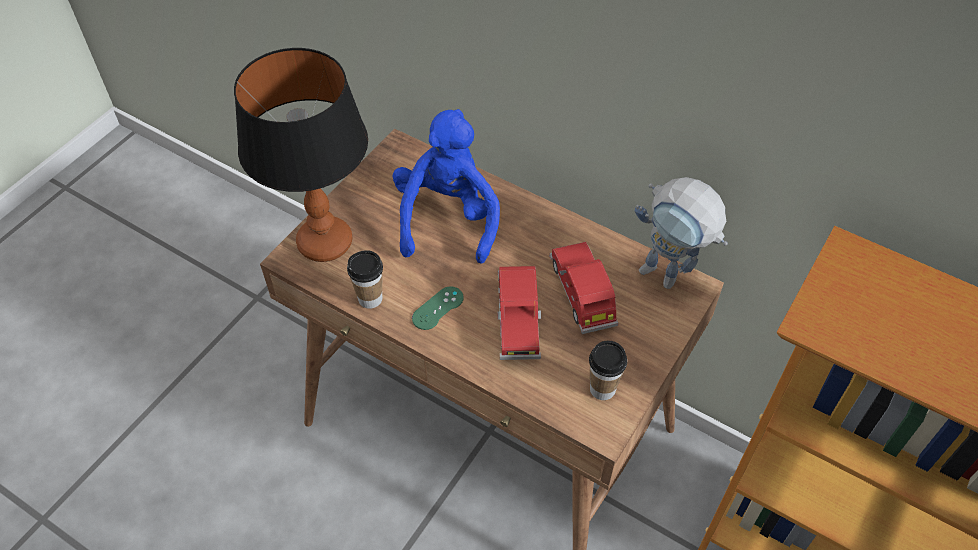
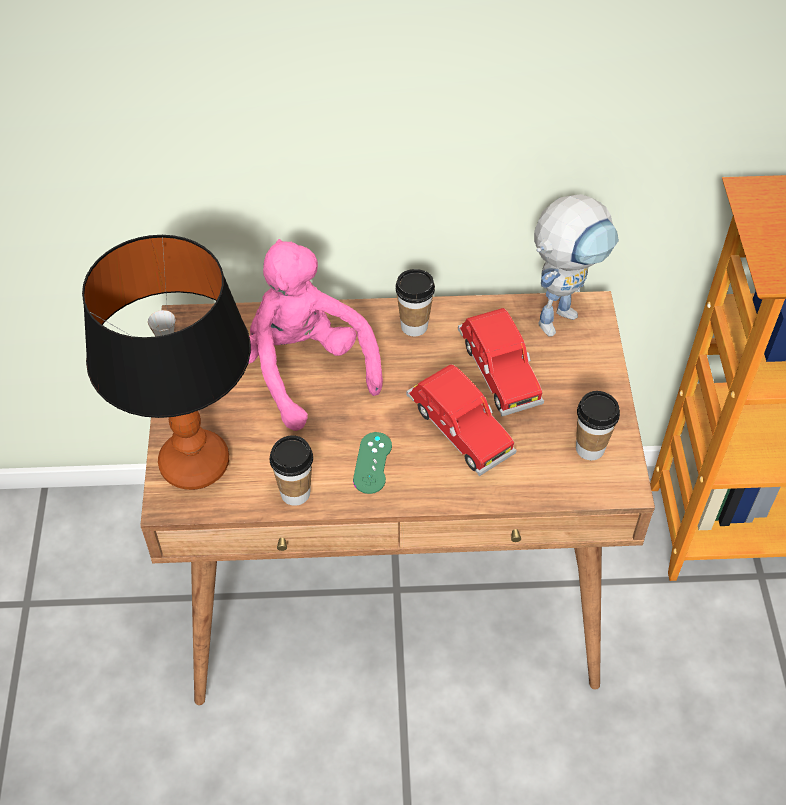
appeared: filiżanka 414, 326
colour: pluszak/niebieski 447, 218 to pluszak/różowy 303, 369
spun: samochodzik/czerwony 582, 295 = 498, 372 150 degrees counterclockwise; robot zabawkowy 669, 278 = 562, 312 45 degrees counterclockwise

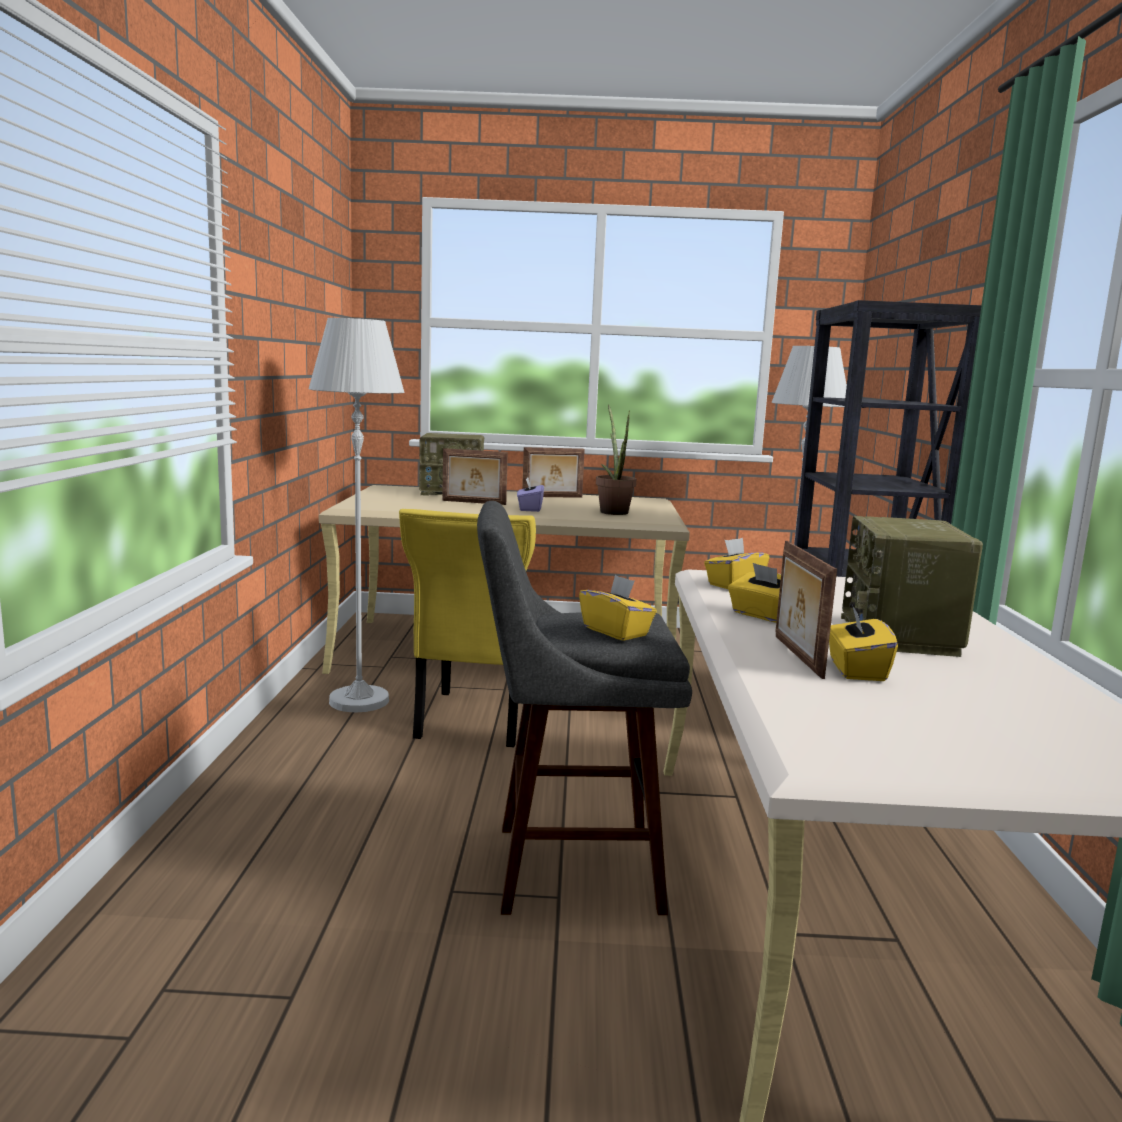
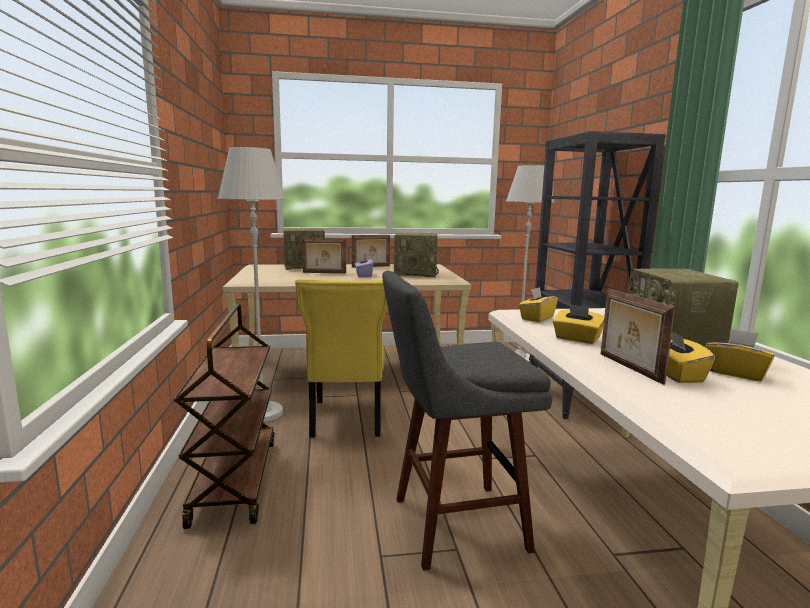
appeared: wózek/brązowy 234, 479
relocated: pudełko chusteczek/żółty 616, 631 to 736, 373
exchanged: roślina doniczkowa 612, 511 to radio 416, 274

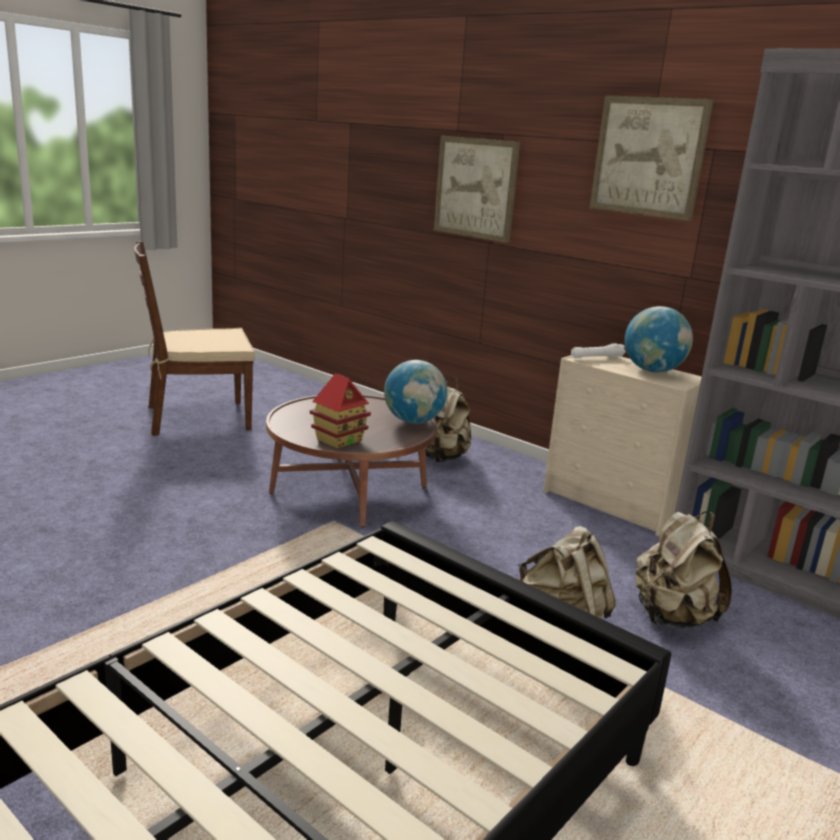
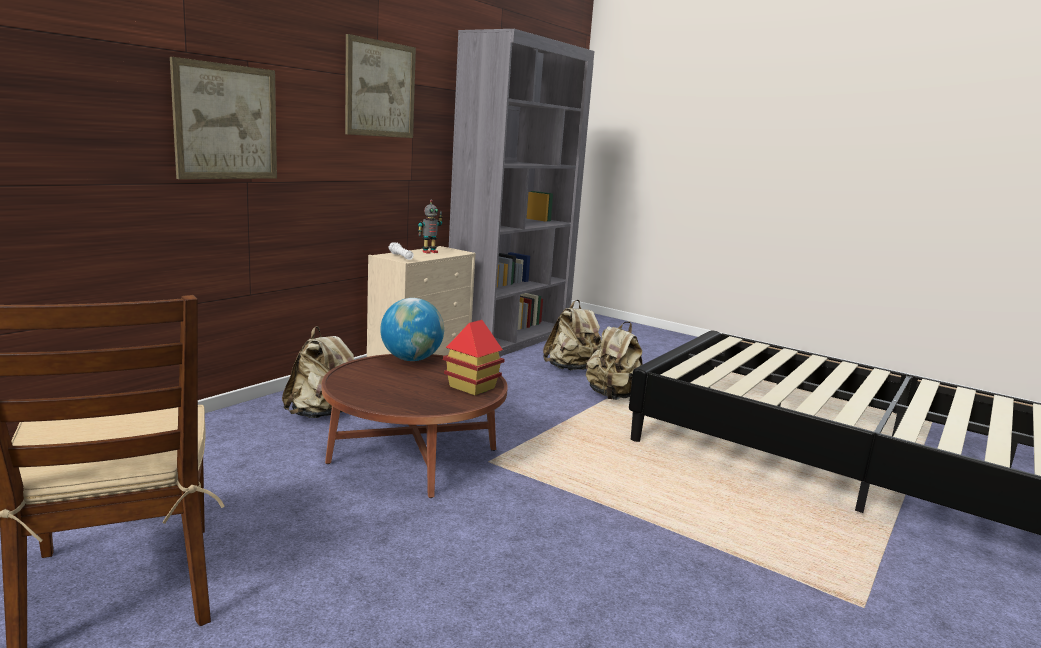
exchanged: globus 652, 371 to robot zabawkowy 429, 252

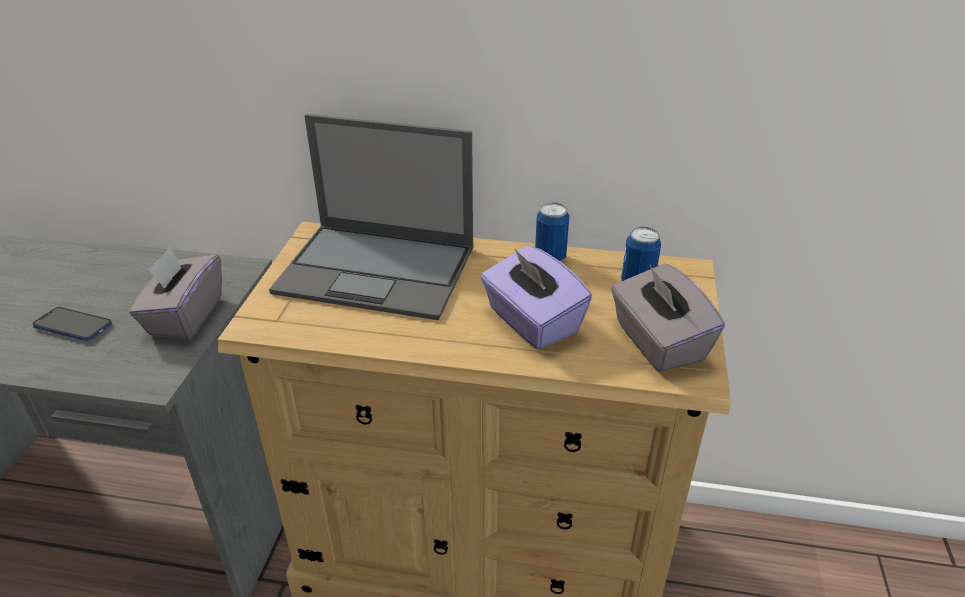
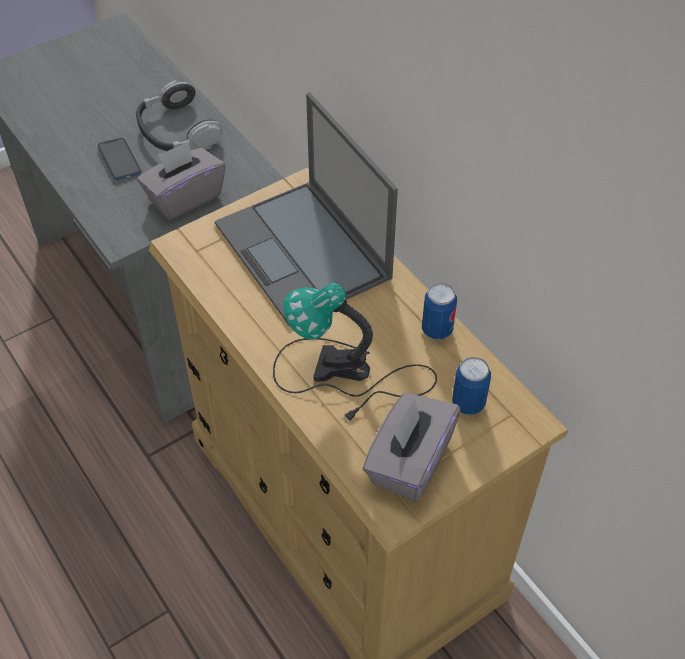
appeared: słuchawki 177, 131
exchanged: pudełko chusteczek/fioletowy 532, 322 to lampa stołowa 347, 375

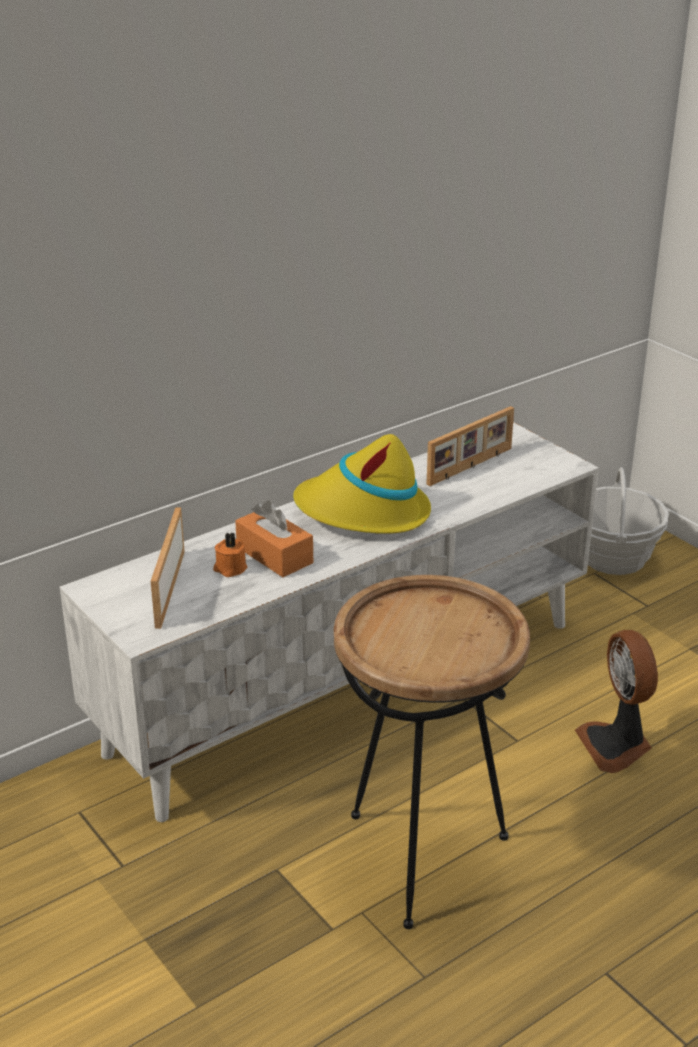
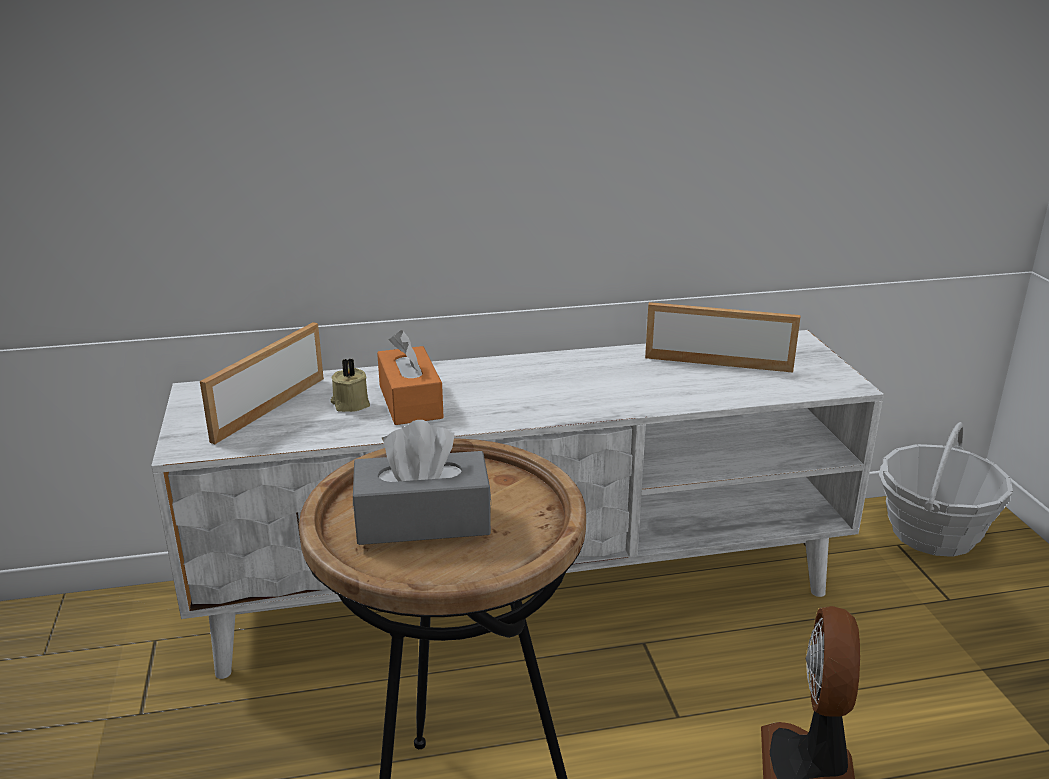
missing: kapelusz/żółty 363, 512
appeared: pudełko chusteczek/szary 423, 520
colour: świeca/pomarańczowy 230, 569 to świeca/beżowy 350, 404
spun: ramka na zdjęcie 471, 466 = 718, 363 150 degrees counterclockwise

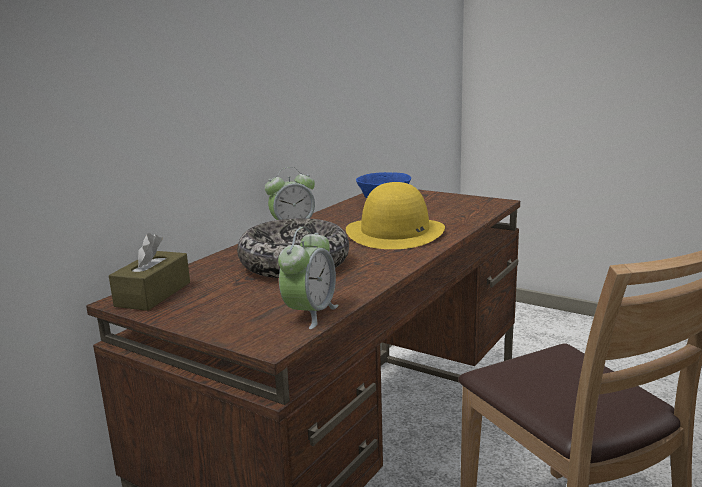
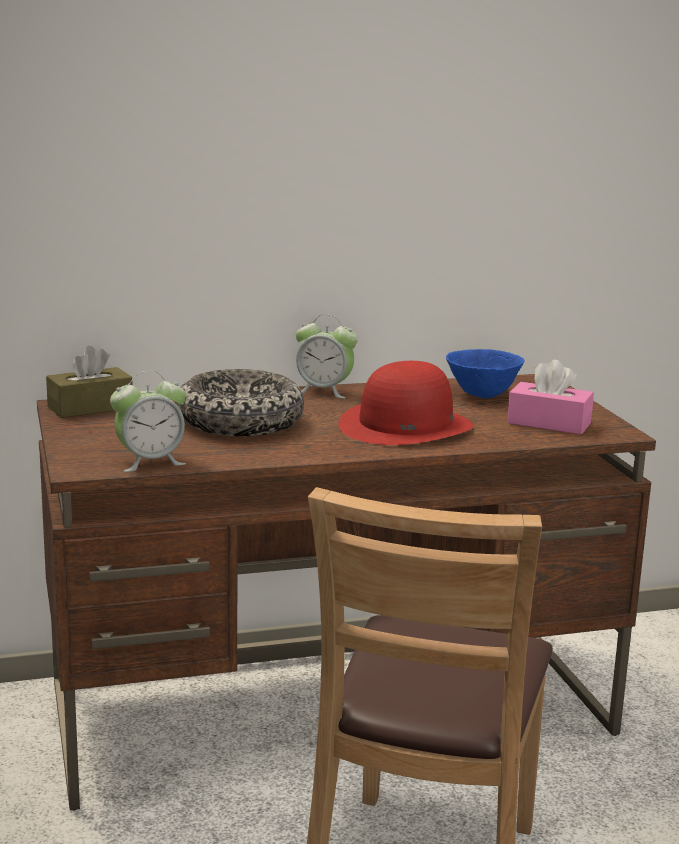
appeared: pudełko chusteczek/różowy 549, 423
colour: kapelusz/żółty 395, 232 to kapelusz/czerwony 405, 426

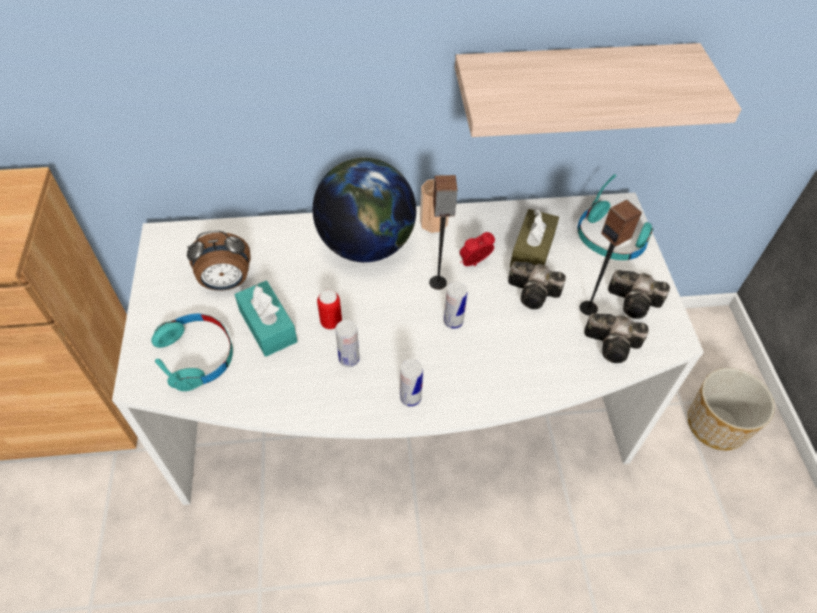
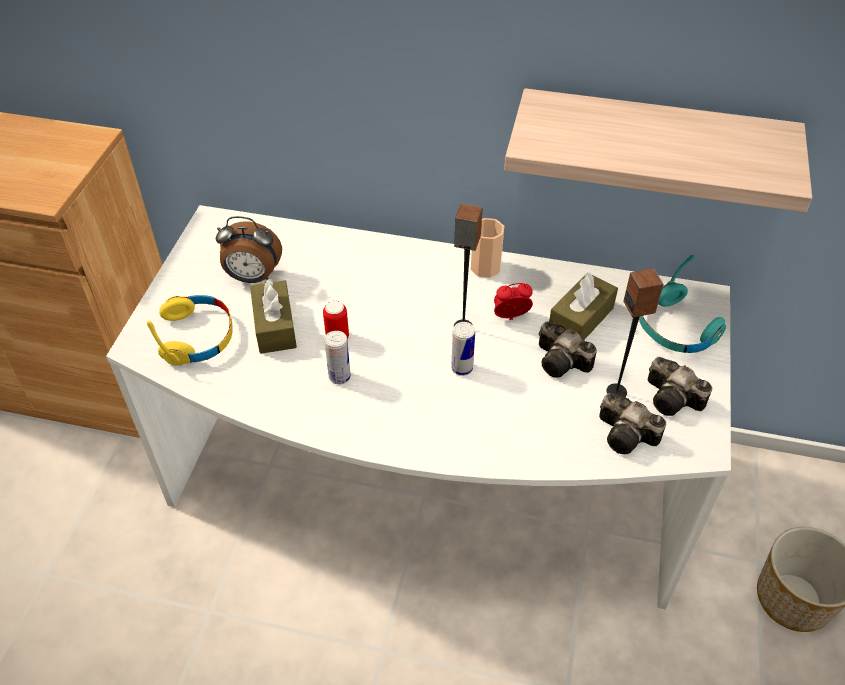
missing: globus 366, 244; puszka 410, 398
colour: słuchawki/turkusowy 197, 356 to słuchawki/żółty 197, 336; pudełko chusteczek/turkusowy 268, 326 to pudełko chusteczek/brązowy 275, 326

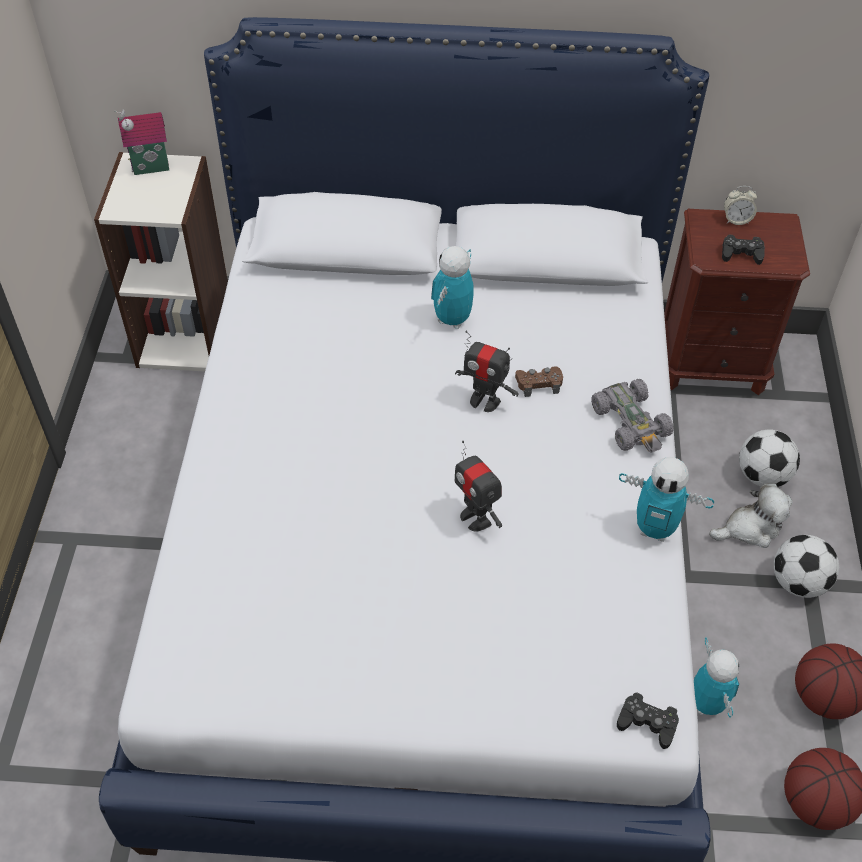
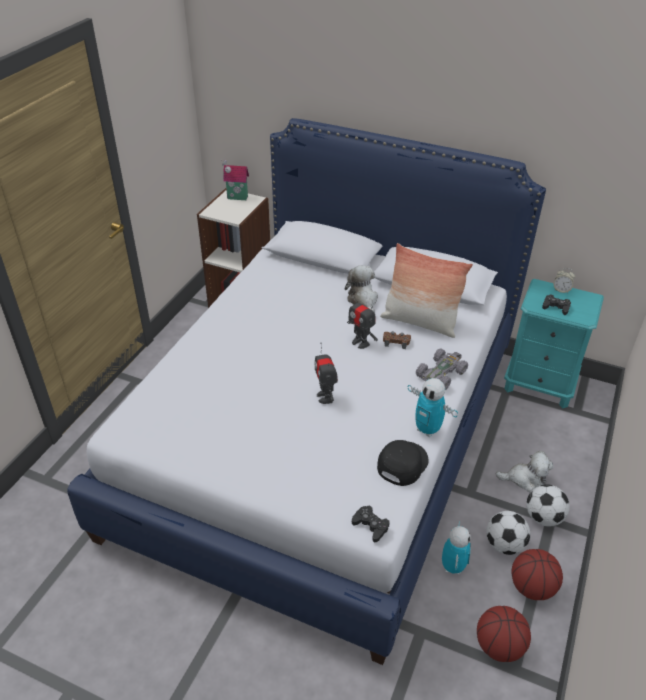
appeared: czapka z daszkiem/czarny 401, 463; poduszka 420, 322
relocated: piłka futbolowa 762, 476 to 504, 544
exchanged: robot zabawkowy 452, 319 to pluszak 363, 300
colour: szafka nocna/brązowy 711, 364 to szafka nocna/turkusowy 539, 385
spun: samochodzik/szary 631, 422 = 441, 373 135 degrees counterclockwise

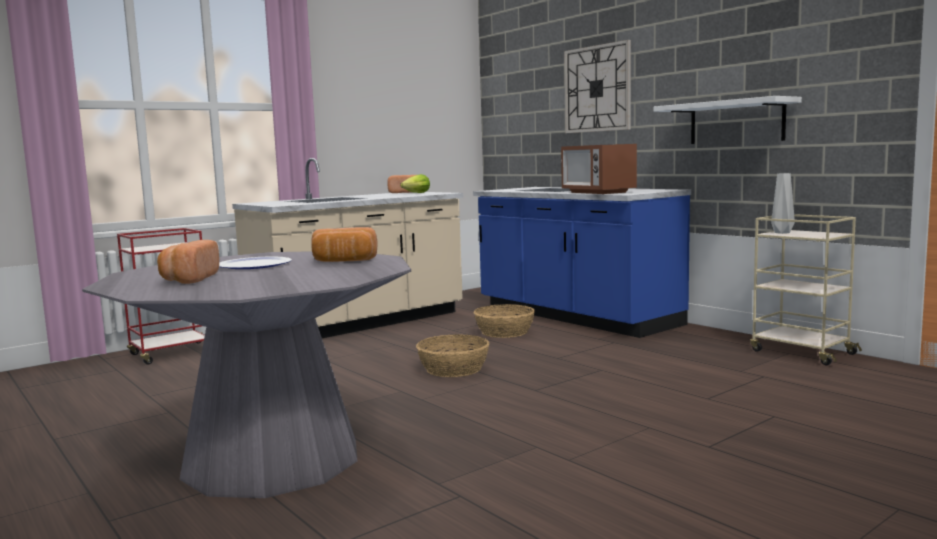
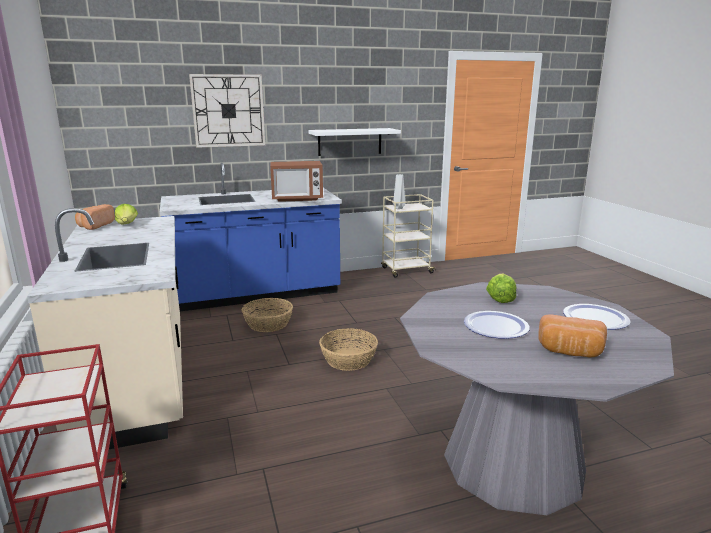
appeared: talerz 595, 318
exchanged: chleb 344, 262 to sałata 500, 298

